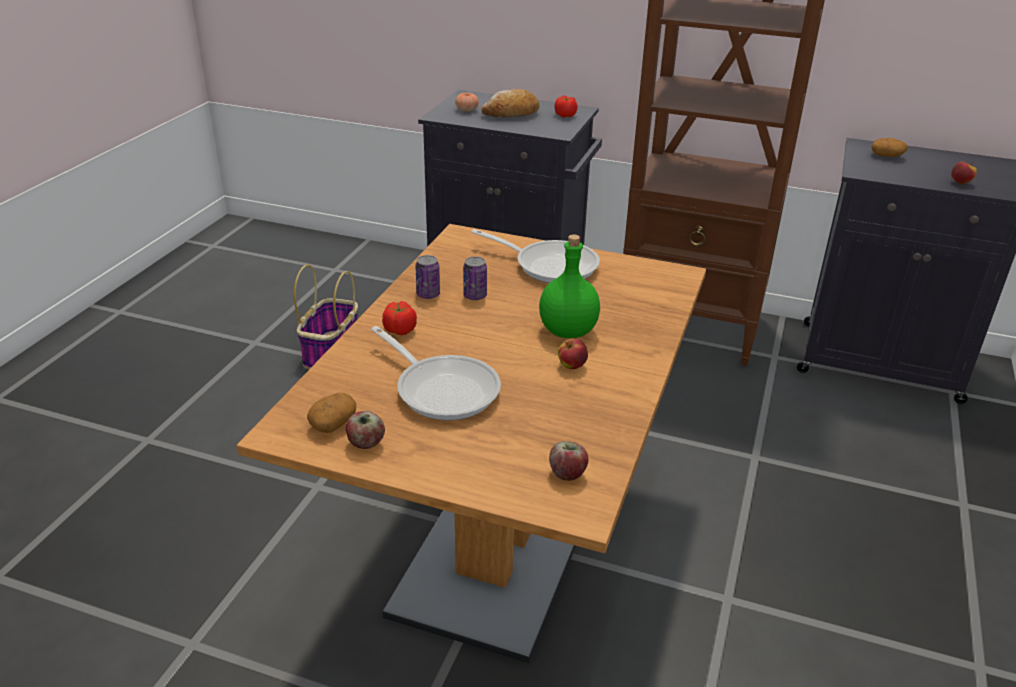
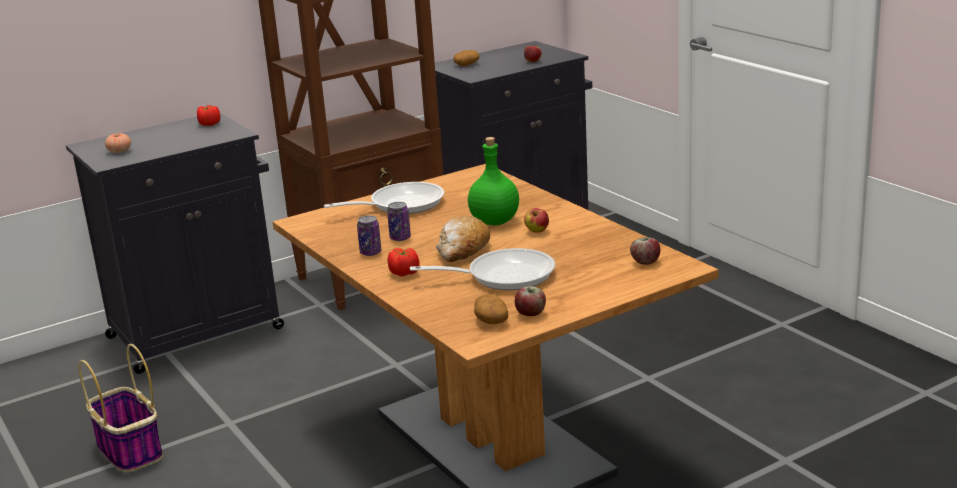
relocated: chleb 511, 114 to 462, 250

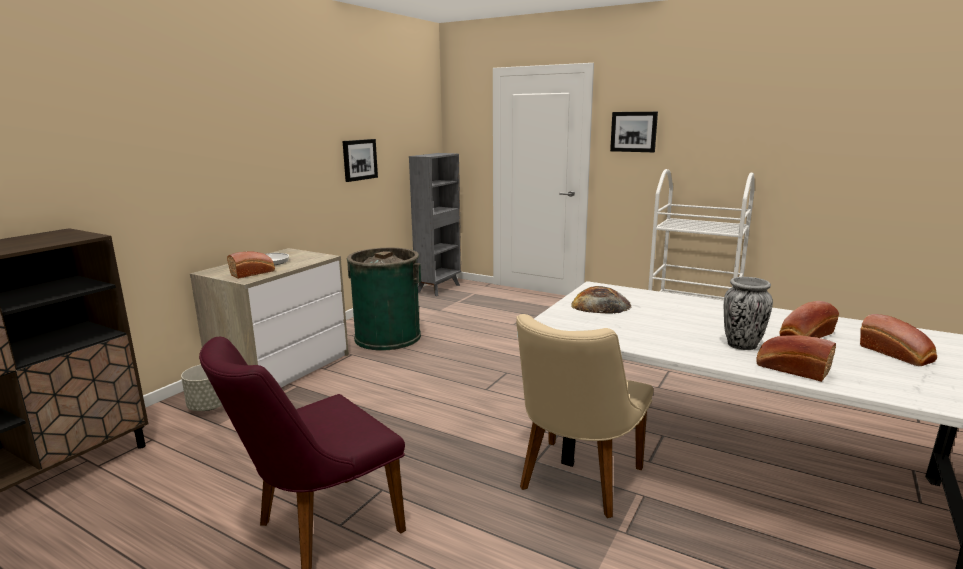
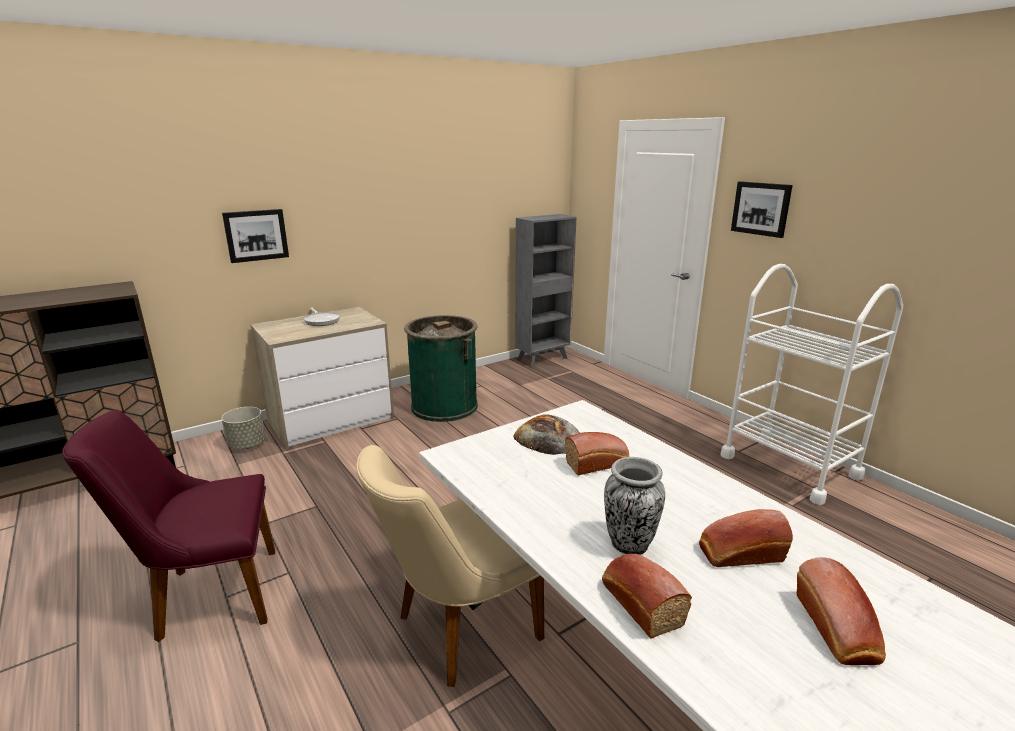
relocated: obraz 359, 159 to 256, 235; chleb 253, 273 to 598, 463

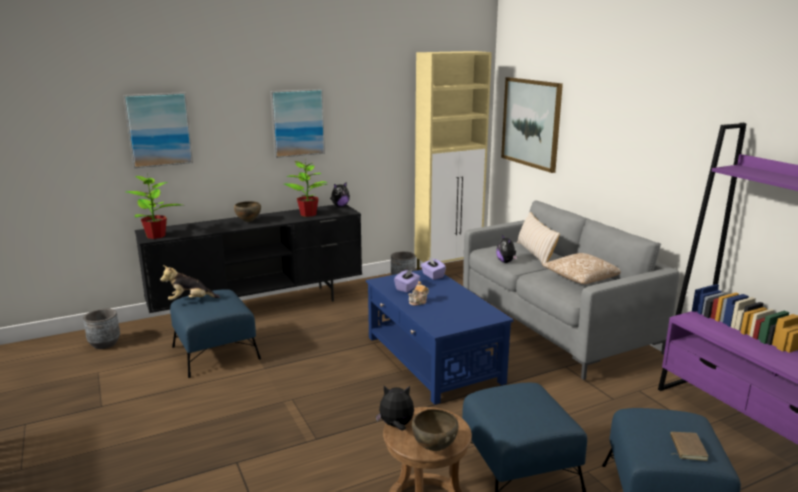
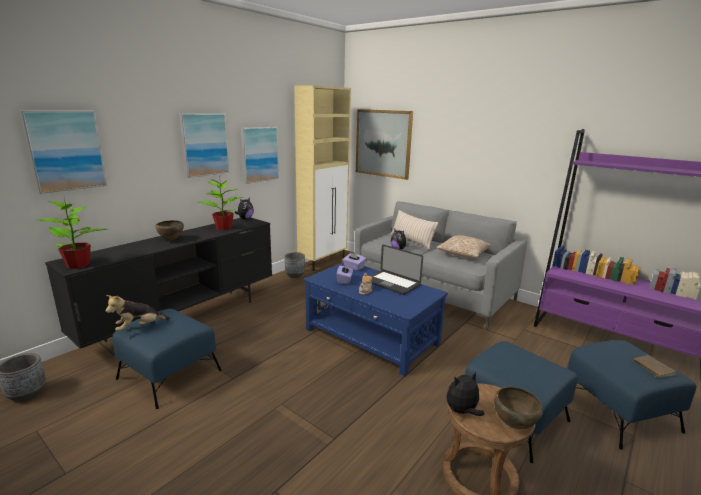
appeared: obraz 259, 154; laptop 391, 283

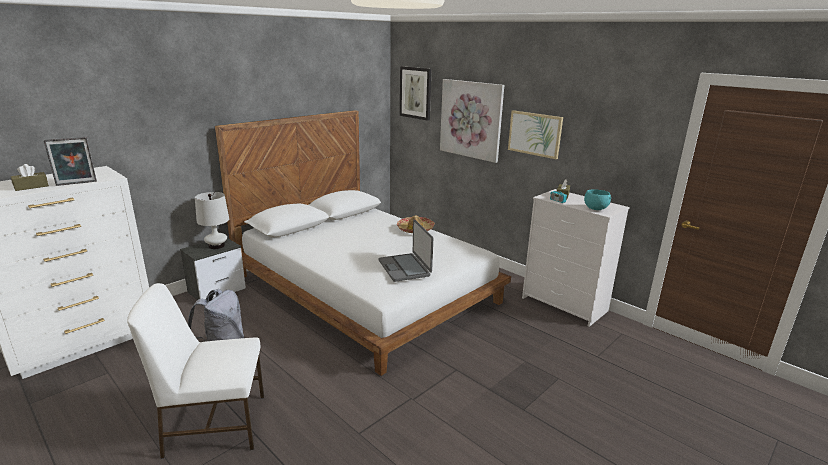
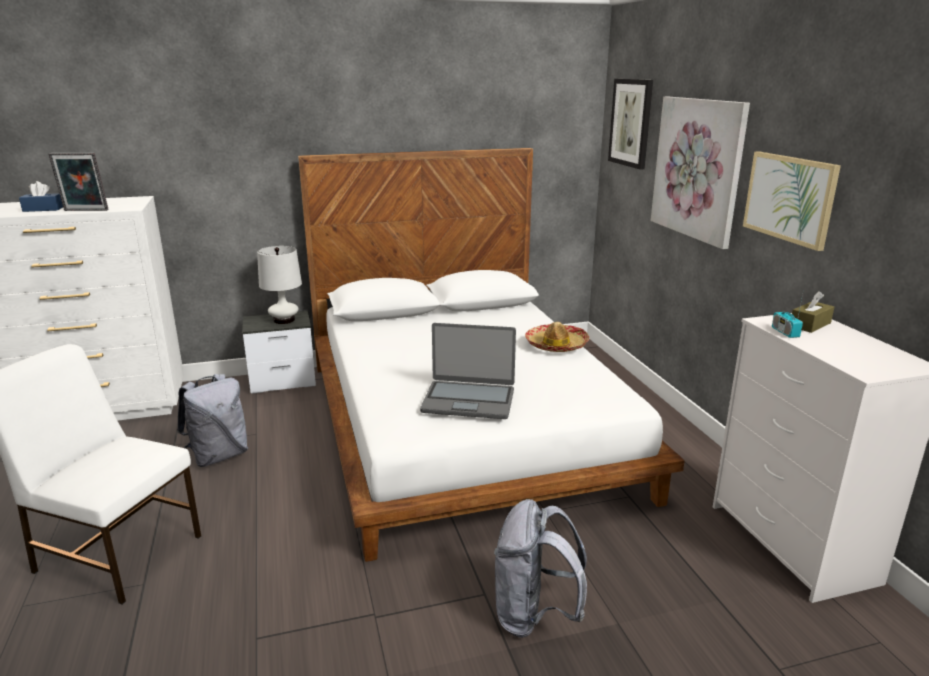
missing: miska/turkusowy 595, 208
appeared: plecak/szary 534, 616
colour: pudełko chusteczek/brązowy 31, 187 to pudełko chusteczek/niebieski 43, 209
spun: laptop 405, 268 = 468, 400 90 degrees counterclockwise

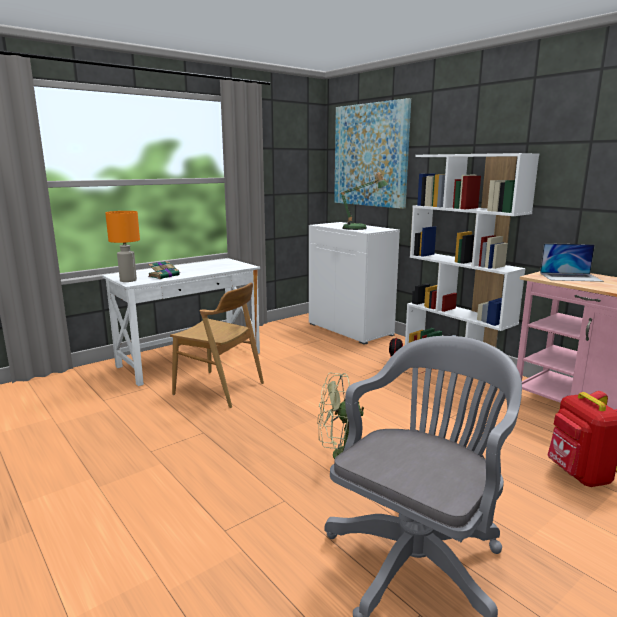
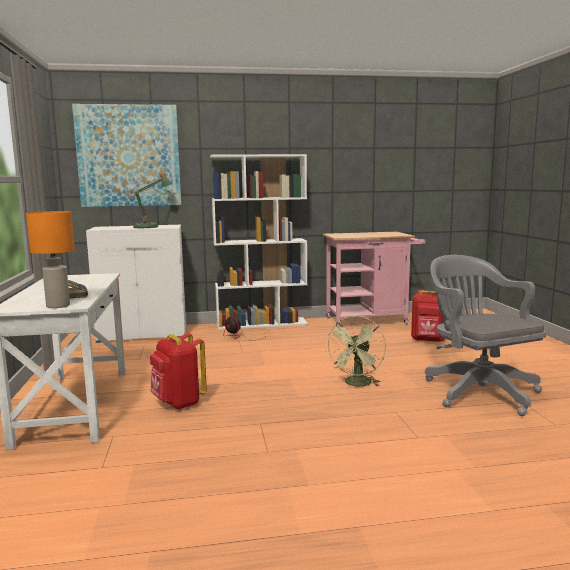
missing: laptop 570, 277
exchanged: krzesło/brązowy 219, 389 to plecak/czerwony 178, 403

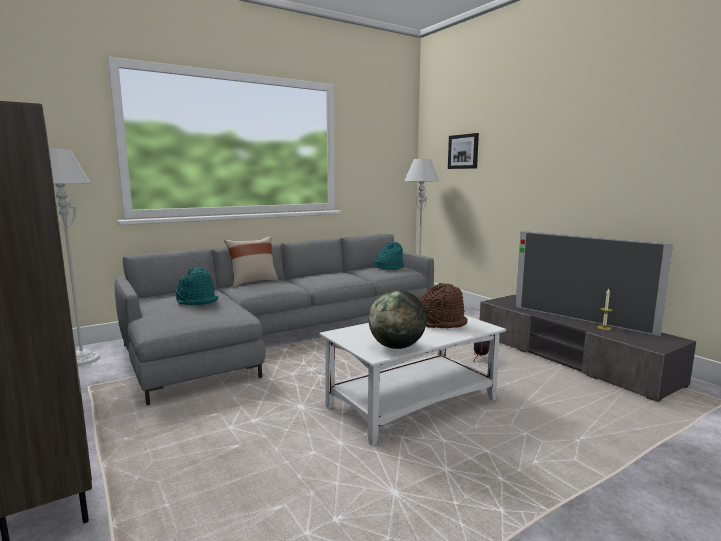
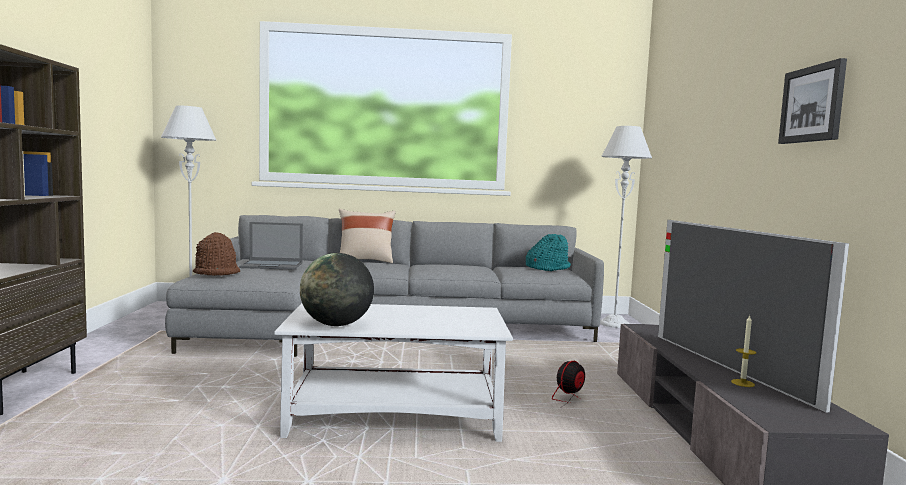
relocated: kapelusz/brązowy 440, 323 to 217, 273; obraz 463, 151 to 813, 104
exchanged: kapelusz/turkusowy 197, 301 to laptop 272, 265

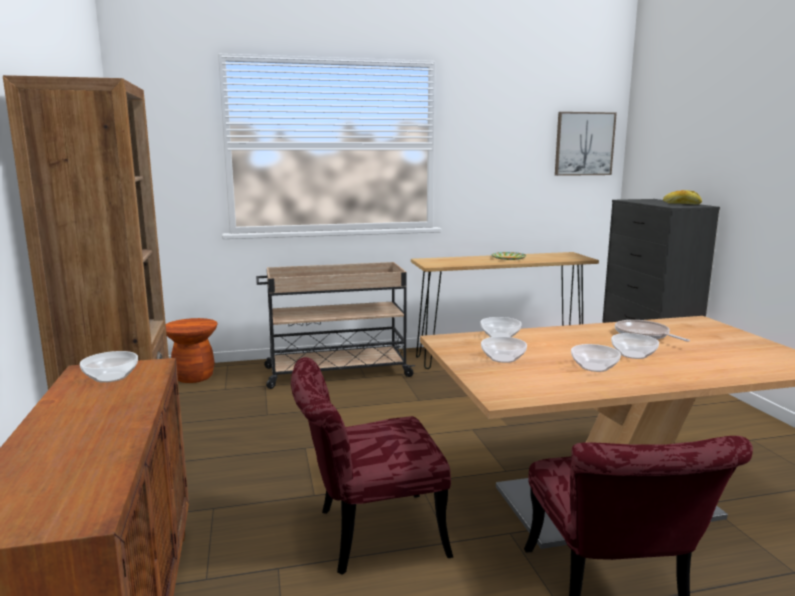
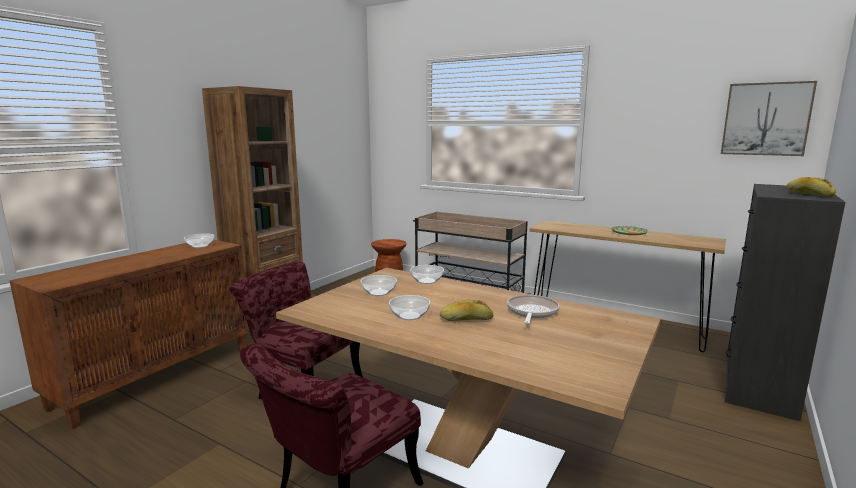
exchanged: miska 633, 355 to chleb 466, 320

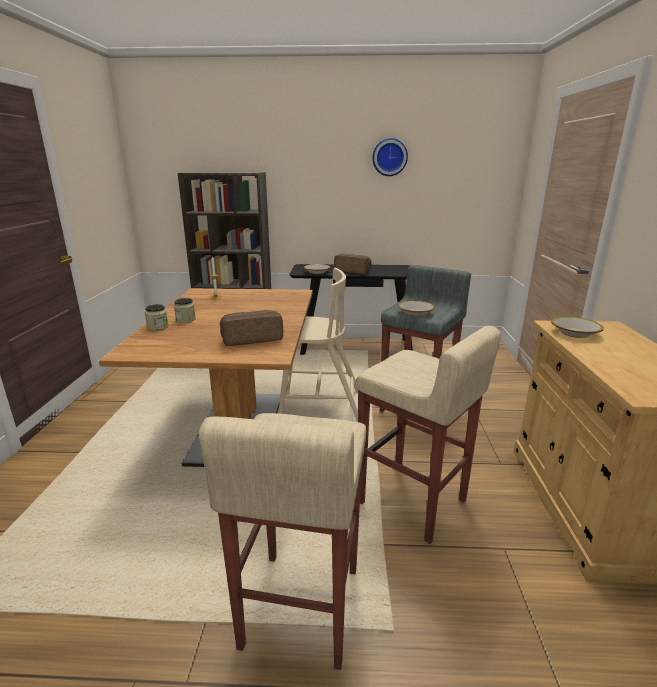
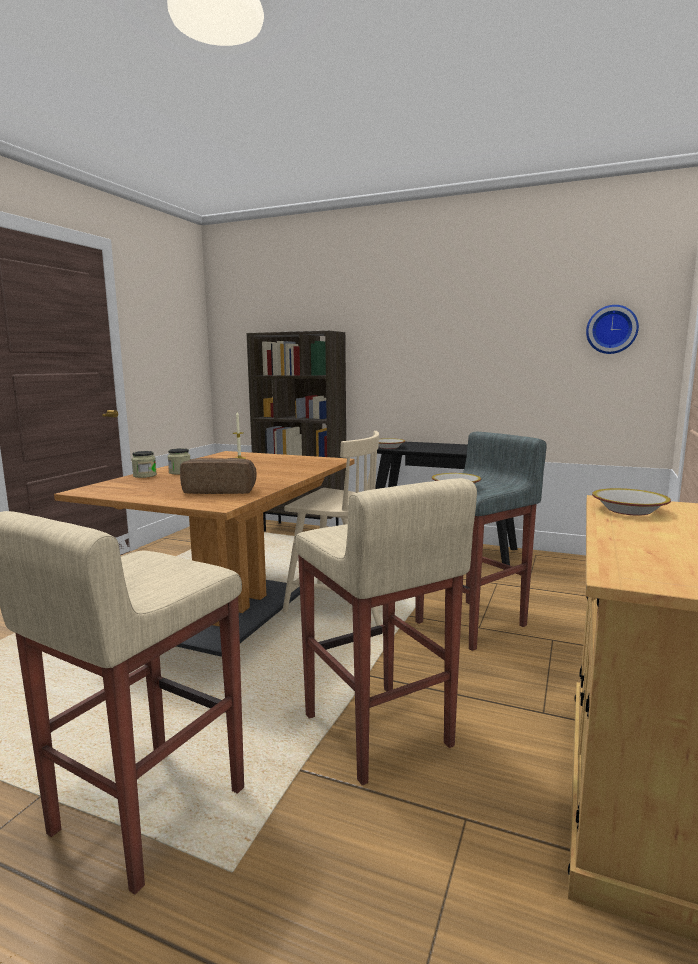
missing: chleb 353, 271
relocated: zegar ścienny 389, 157 to 611, 329

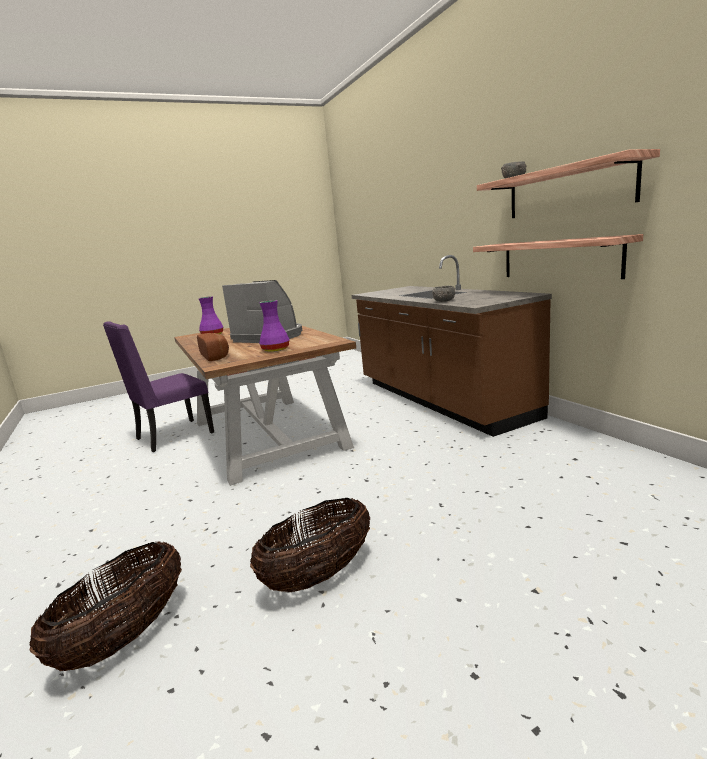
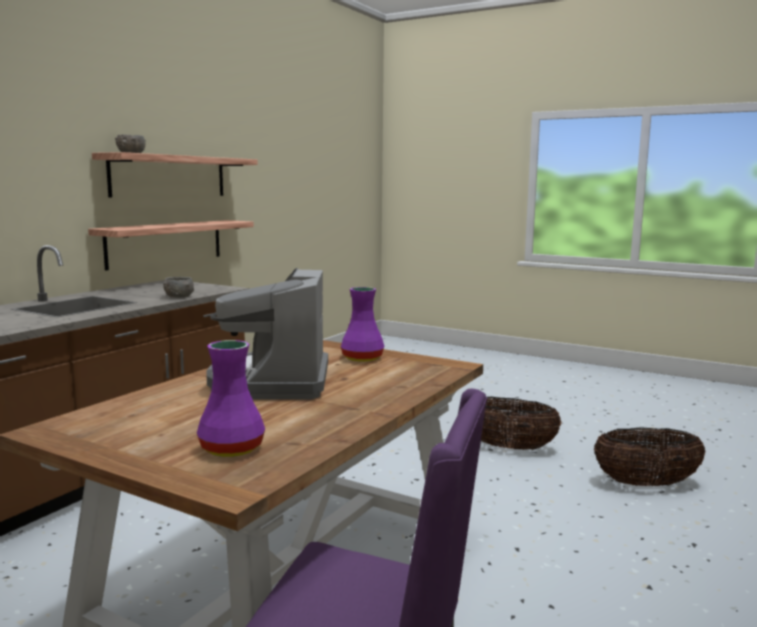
missing: chleb 216, 356

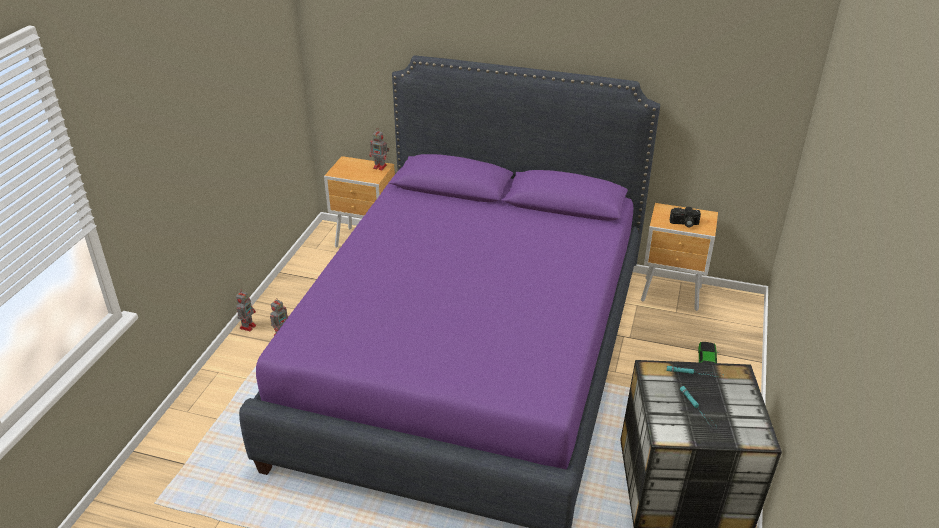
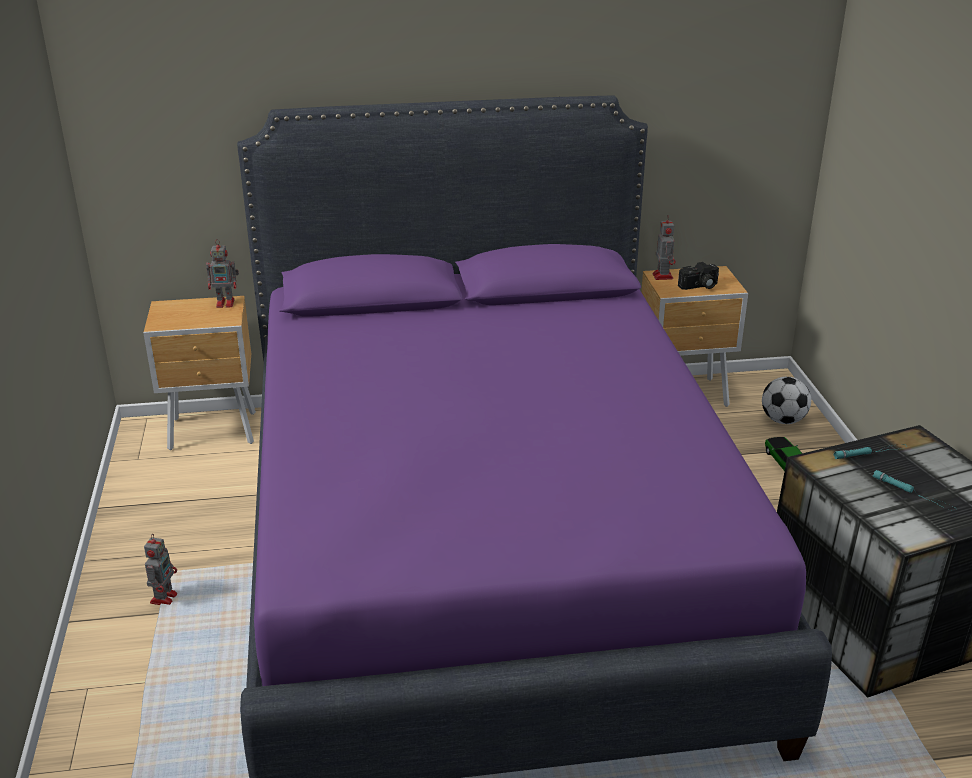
appeared: piłka futbolowa 782, 420
relocated: robot zabawkowy 248, 326 to 662, 275

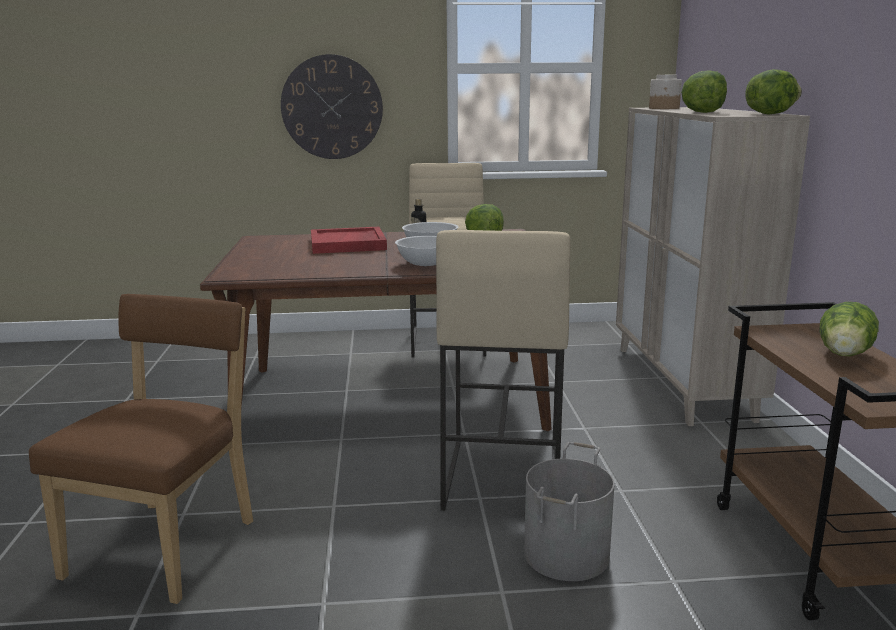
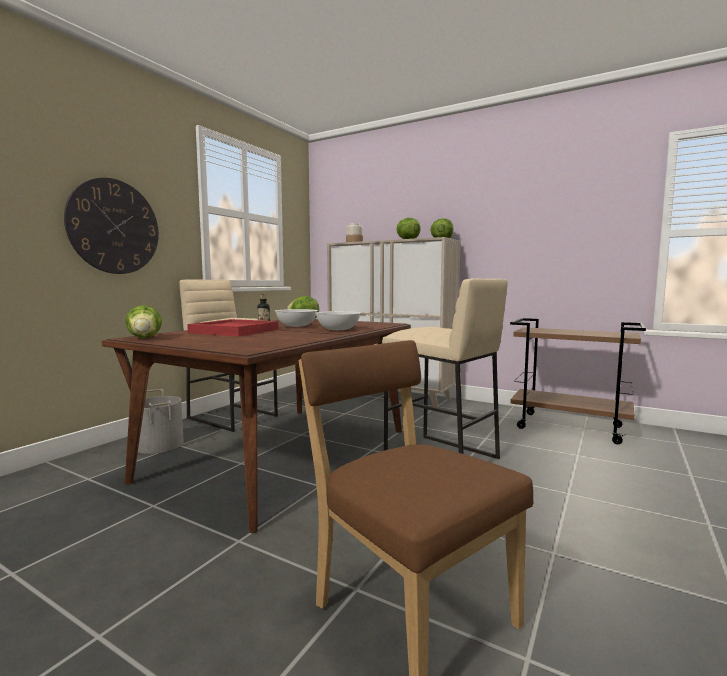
relocated: sałata 844, 356 to 145, 338; wiadro/szary 565, 554 to 158, 445

